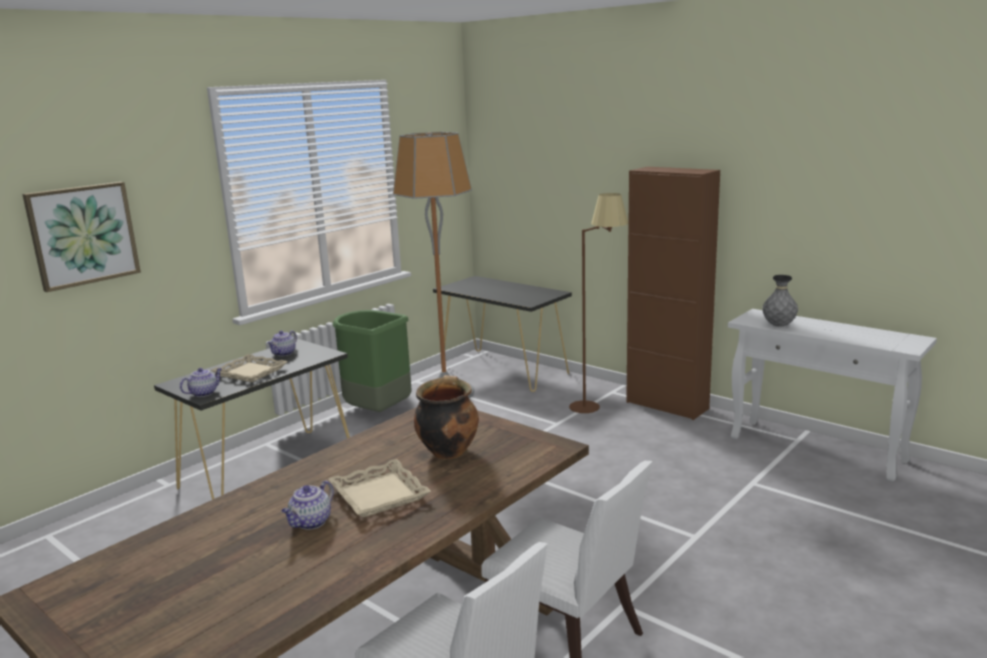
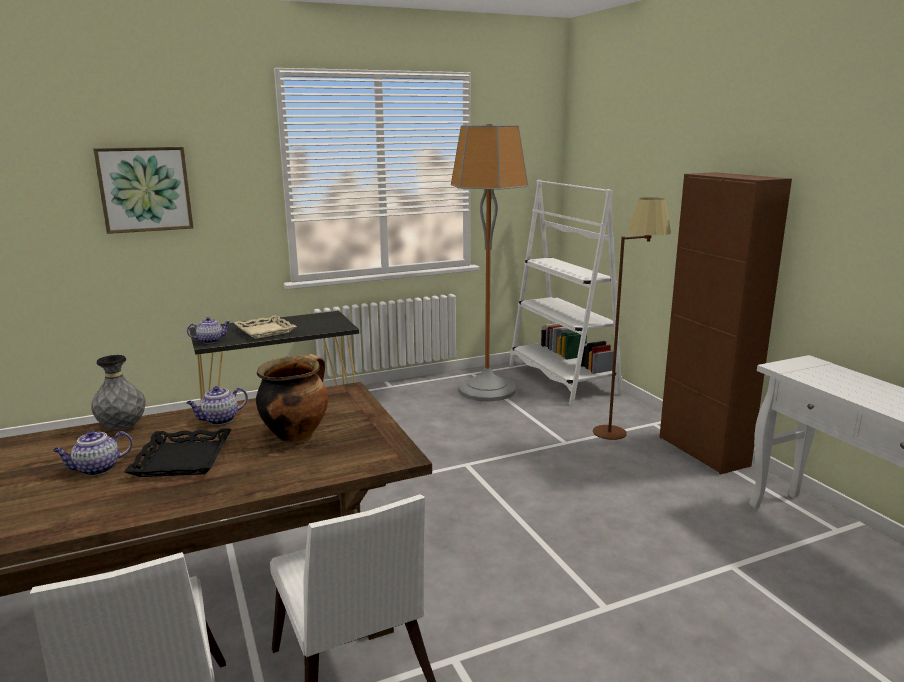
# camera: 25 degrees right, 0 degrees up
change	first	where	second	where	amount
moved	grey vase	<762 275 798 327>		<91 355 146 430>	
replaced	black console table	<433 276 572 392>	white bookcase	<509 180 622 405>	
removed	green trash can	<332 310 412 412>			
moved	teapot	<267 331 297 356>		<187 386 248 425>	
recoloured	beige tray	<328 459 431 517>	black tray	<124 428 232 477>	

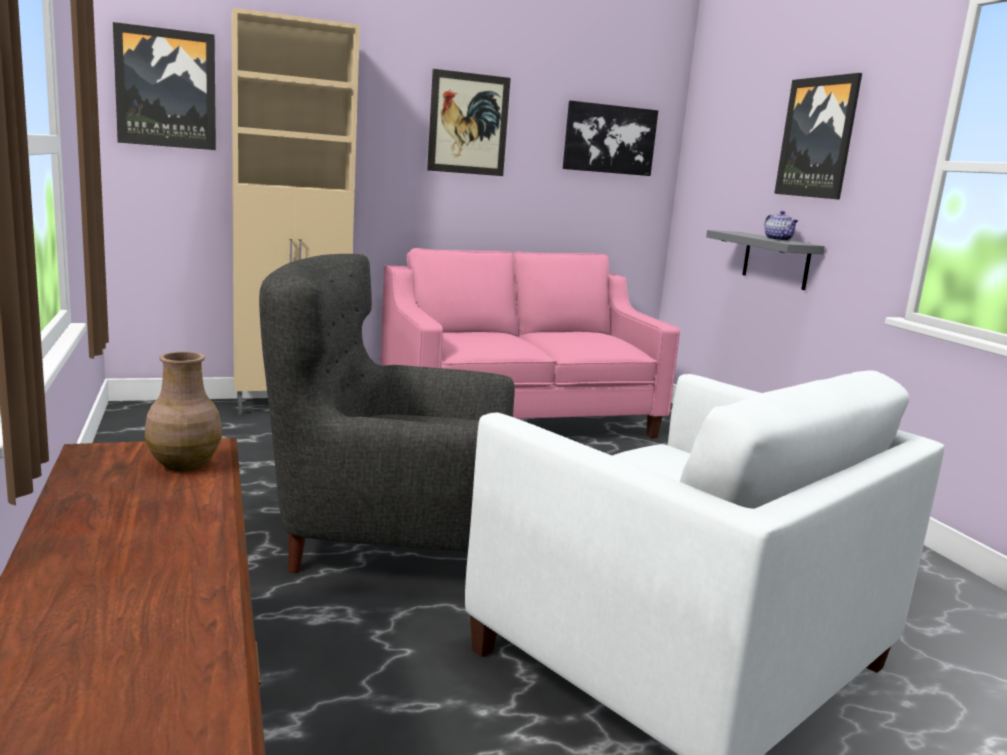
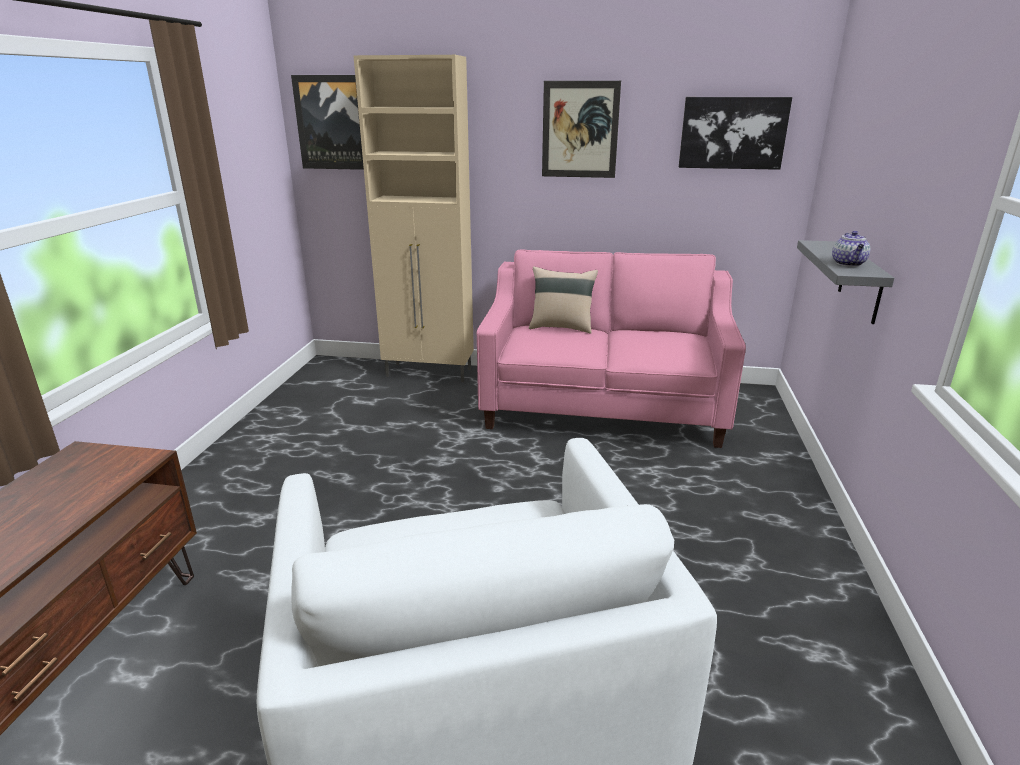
# camera: 30 degrees right, 10 degrees up
change	first	where	second	where	amount
removed	picture	<774 73 862 200>			
removed	grey armchair	<259 254 515 573>			
removed	brown vase	<145 352 222 471>			
added			beige pillow	<529 266 598 334>	

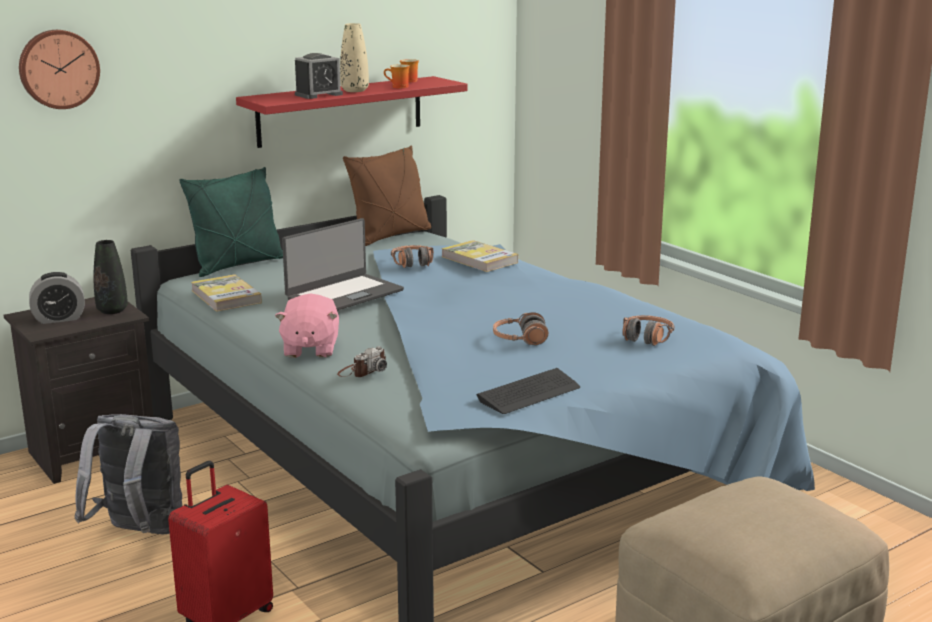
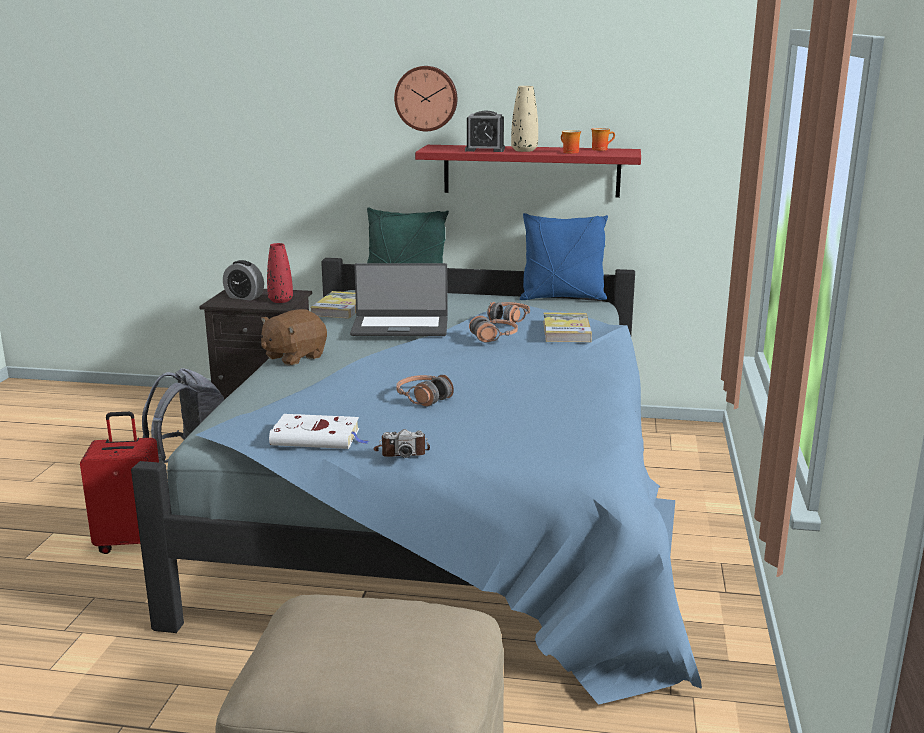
# camera: 45 degrees right, 0 degrees up
change	first	where	second	where	amount
moved	wall clock	<19 30 100 109>		<394 66 457 131>	
recoloured	brown pillow	<343 146 431 246>	blue pillow	<520 213 608 300>	
recoloured	black vase	<94 240 128 314>	red vase	<267 243 293 303>	
recoloured	pink plush toy	<275 293 339 358>	brown plush toy	<261 309 327 366>	
moved	headphones	<622 315 675 346>		<469 315 518 342>	
moved	photo camera	<337 346 387 377>		<374 429 430 458>	
replaced	keyboard	<476 368 580 414>	white book	<269 414 369 449>	

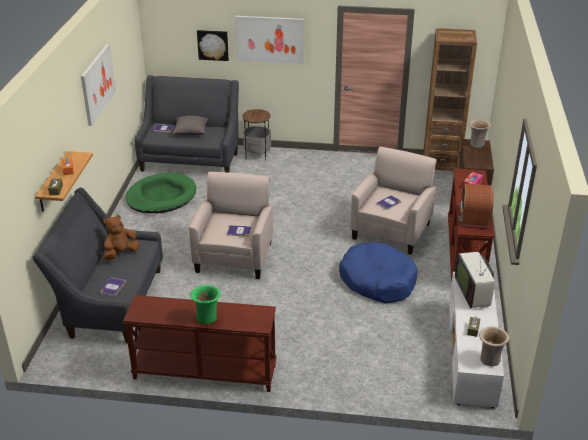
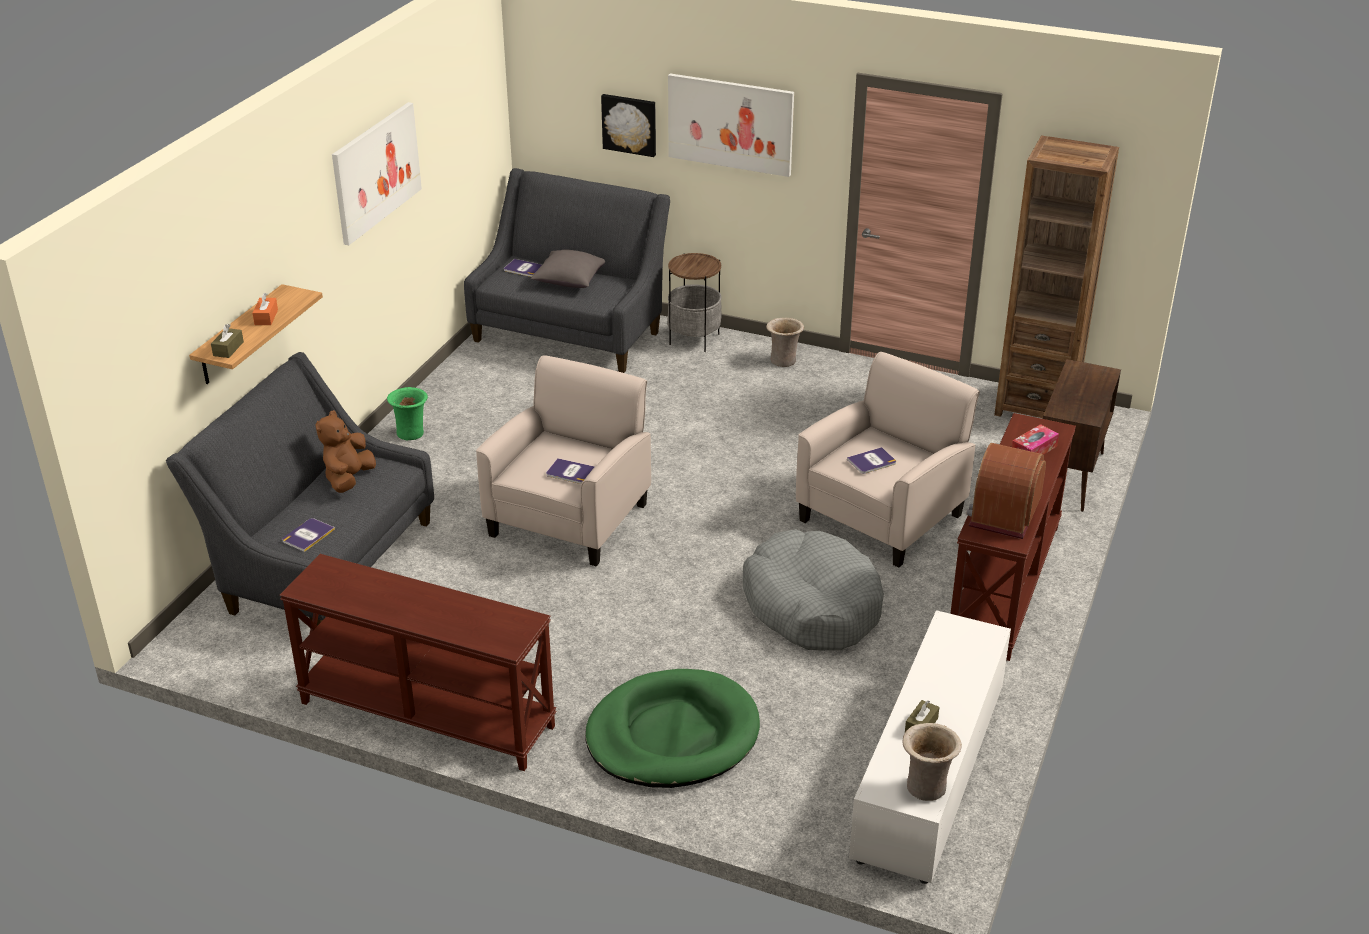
# camera: 15 degrees right, 0 degrees up
change	first	where	second	where	amount
moved	beige vase	<469 120 491 148>		<766 318 804 367>	
moved	green dog bed	<126 173 196 213>		<585 669 760 788>	
turned	brown plush toy	<103 215 139 260>		<316 410 376 493>	45 degrees counterclockwise
recoloured	blue dog bed	<339 242 418 303>	grey dog bed	<743 529 884 651>	
removed	television	<455 245 495 309>			
moved	green vase	<190 285 220 325>		<387 387 428 440>	

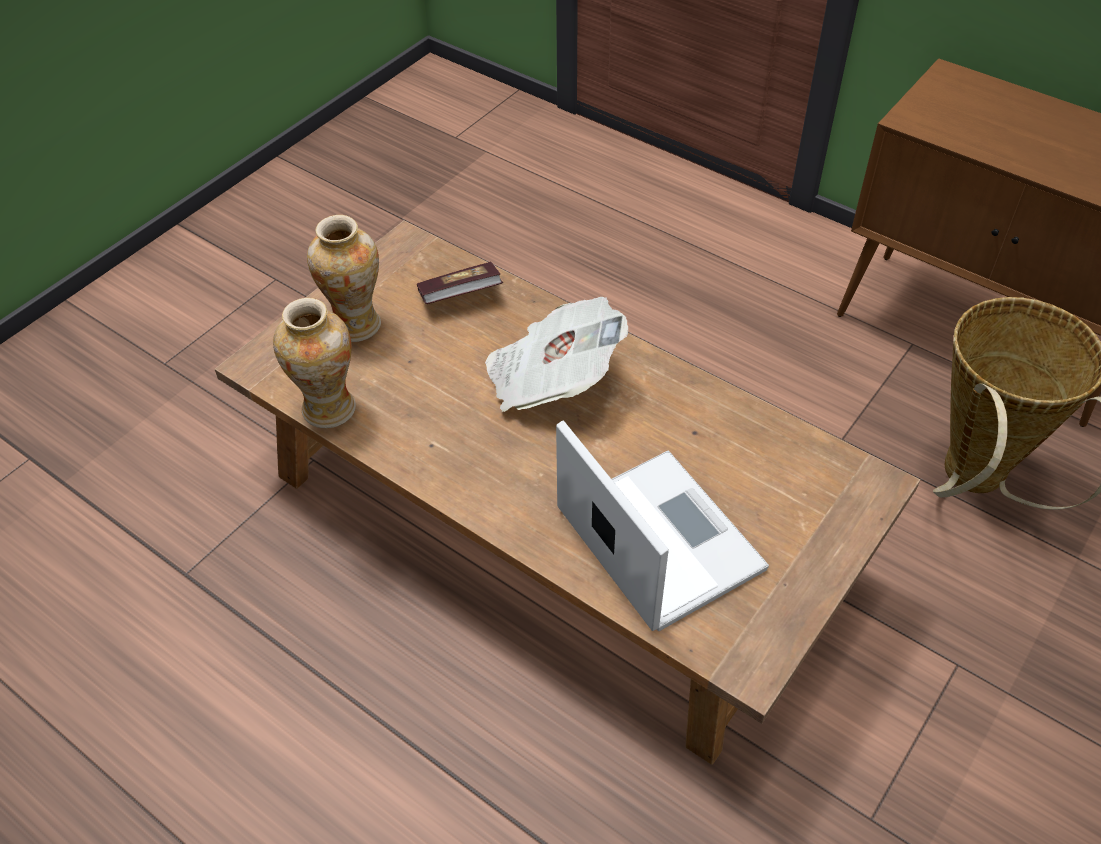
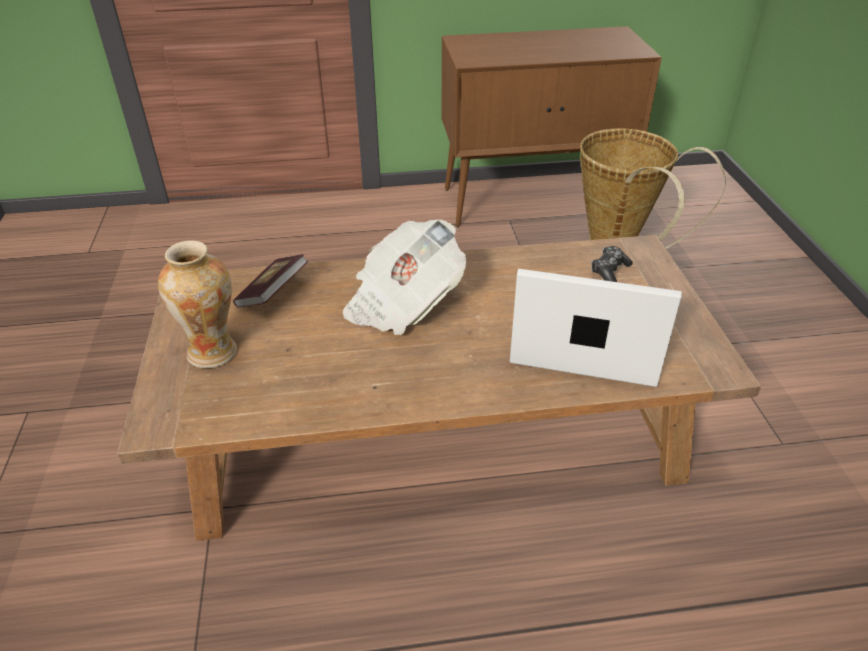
# camera: 45 degrees left, 10 degrees down
change	first	where	second	where	amount
removed	vase	<273 298 356 428>			
added			game controller	<591 246 633 282>	

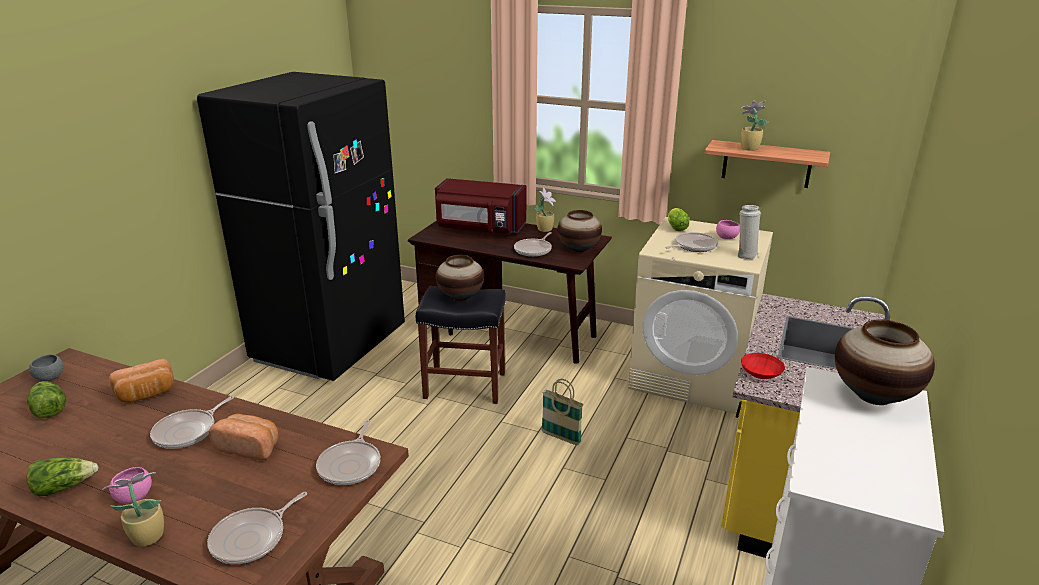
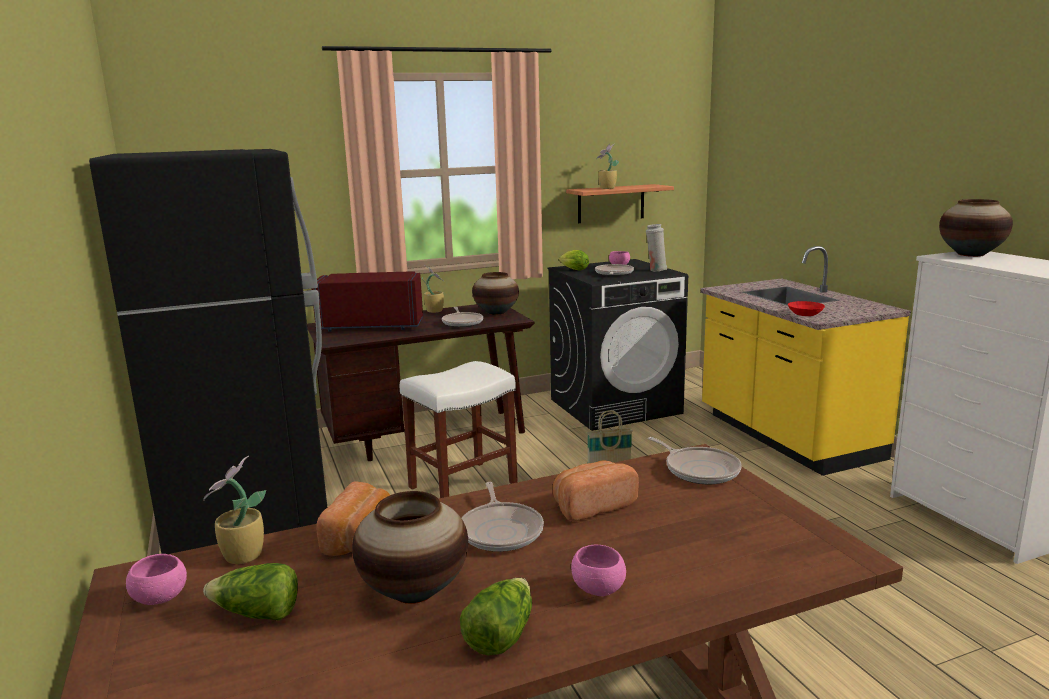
# camera: 45 degrees left, 10 degrees down
change	first	where	second	where	amount
turned	red microwave	<435 178 526 234>		<312 271 423 332>	150 degrees counterclockwise
recoloured	beige washing machine	<628 217 773 414>	black washing machine	<548 259 688 431>	
moved	vase	<436 255 484 301>		<352 491 468 604>	
recoloured	black stool	<416 286 506 404>	white stool	<400 361 518 498>	
recoloured	grey bowl	<29 354 63 381>	pink bowl	<126 554 187 605>	
moved	potted plant	<102 472 164 547>		<203 456 266 564>	
removed	frying pan	<207 492 307 564>			

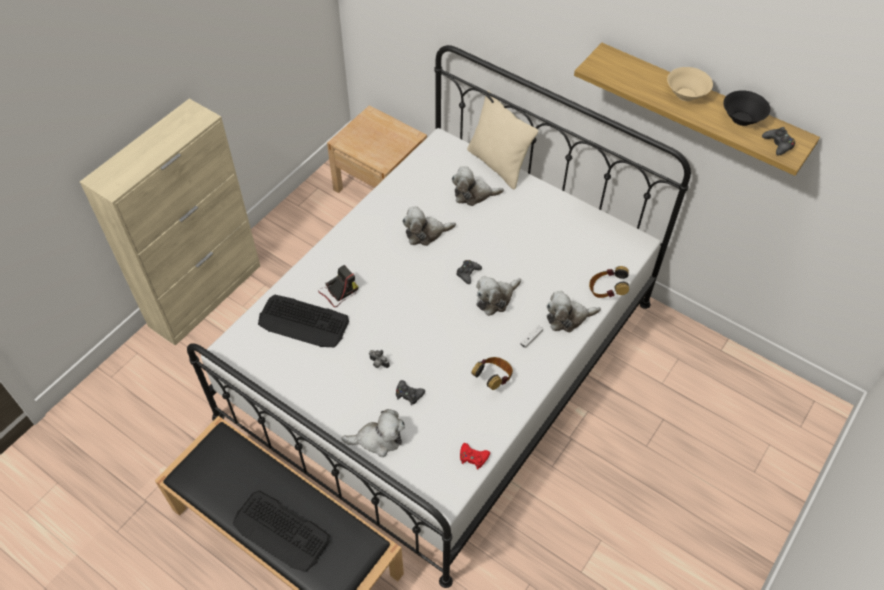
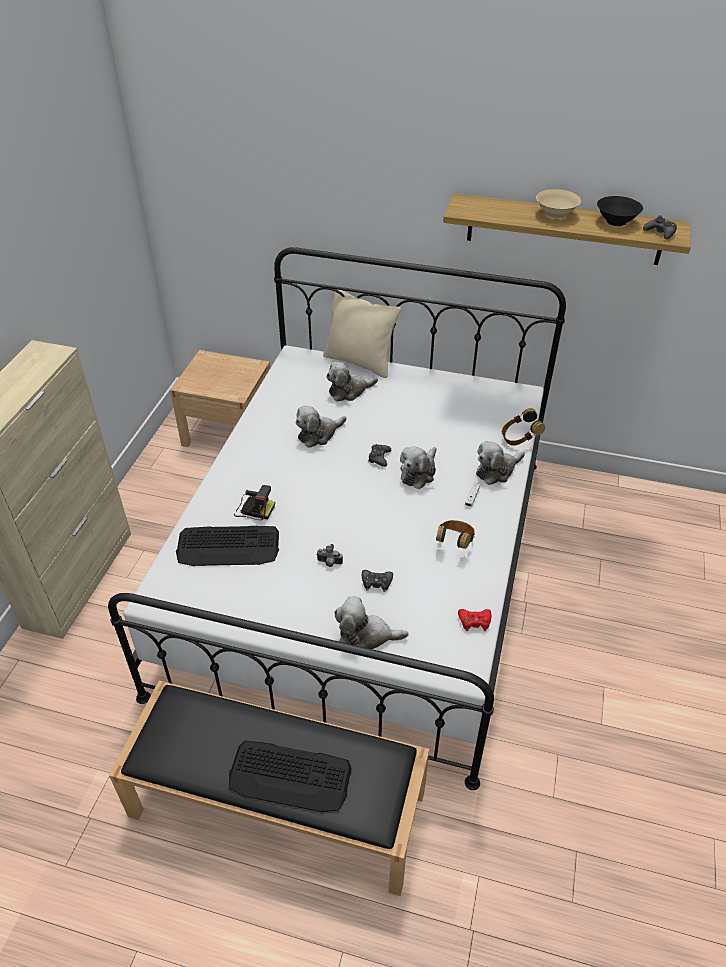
# camera: 20 degrees left, 10 degrees down
change	first	where	second	where	amount
turned	photo camera	<318 265 358 307>		<234 485 275 520>	75 degrees clockwise
turned	plush toy	<342 409 405 457>		<334 597 408 649>	150 degrees counterclockwise

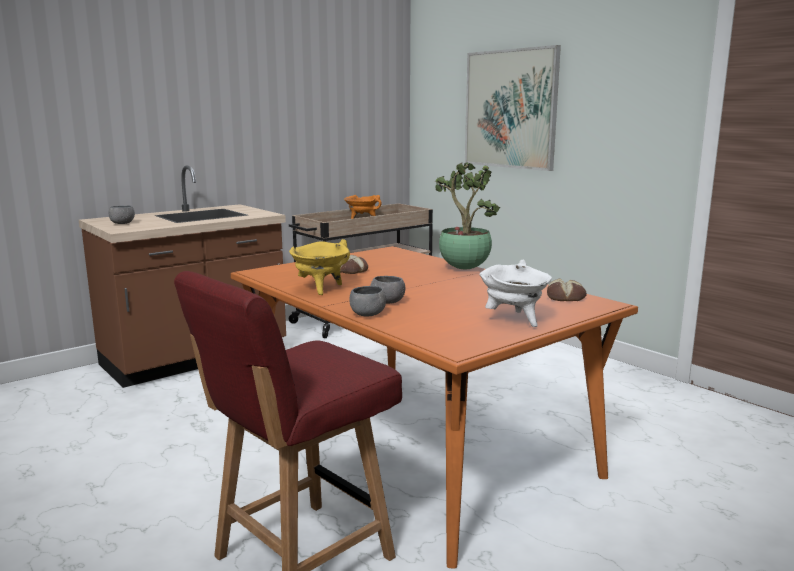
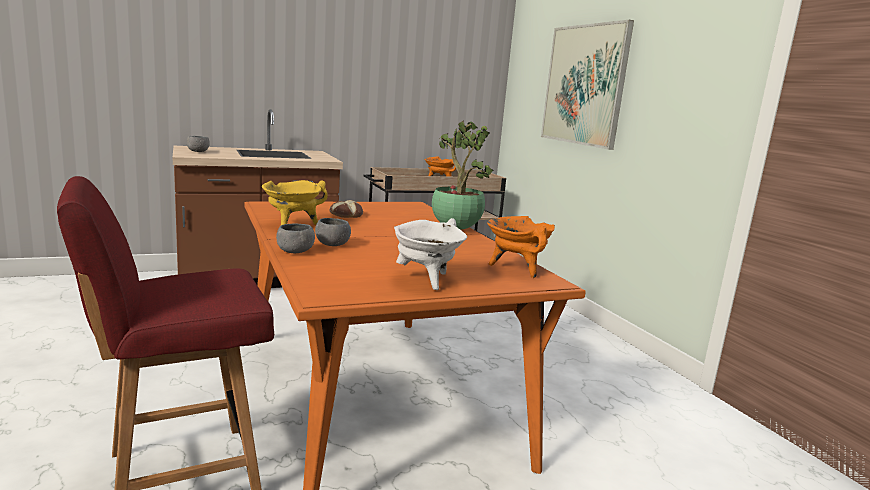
# camera: 15 degrees right, 0 degrees up
change	first	where	second	where	amount
replaced	bread	<547 278 587 301>	orange cooking pot	<487 216 555 278>	

